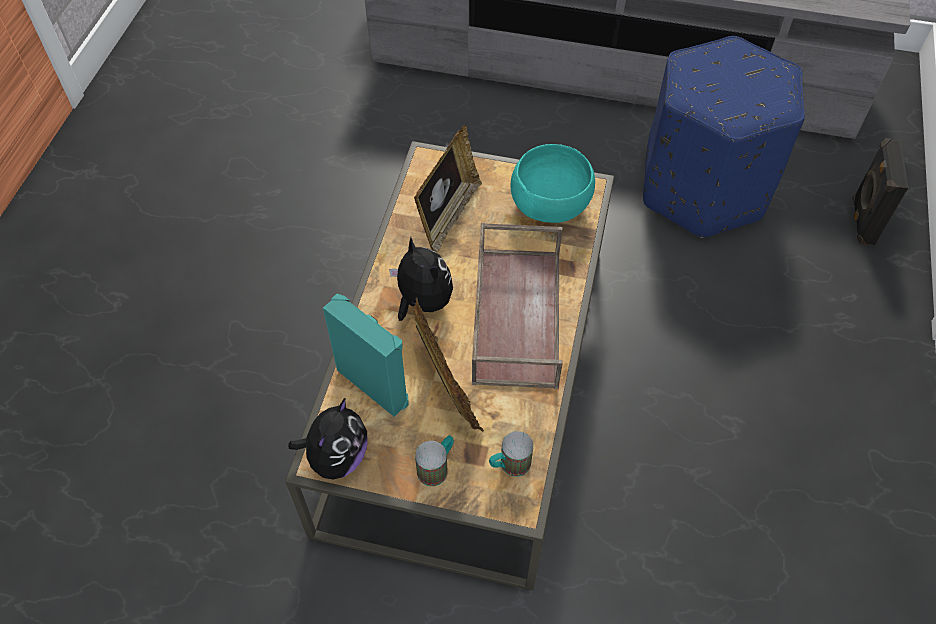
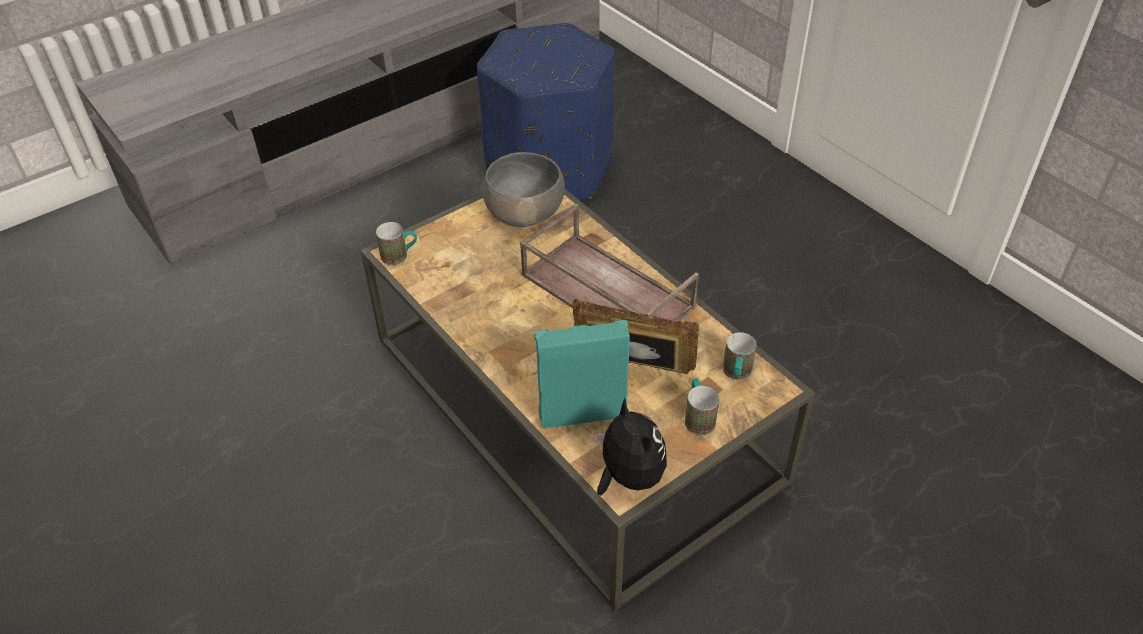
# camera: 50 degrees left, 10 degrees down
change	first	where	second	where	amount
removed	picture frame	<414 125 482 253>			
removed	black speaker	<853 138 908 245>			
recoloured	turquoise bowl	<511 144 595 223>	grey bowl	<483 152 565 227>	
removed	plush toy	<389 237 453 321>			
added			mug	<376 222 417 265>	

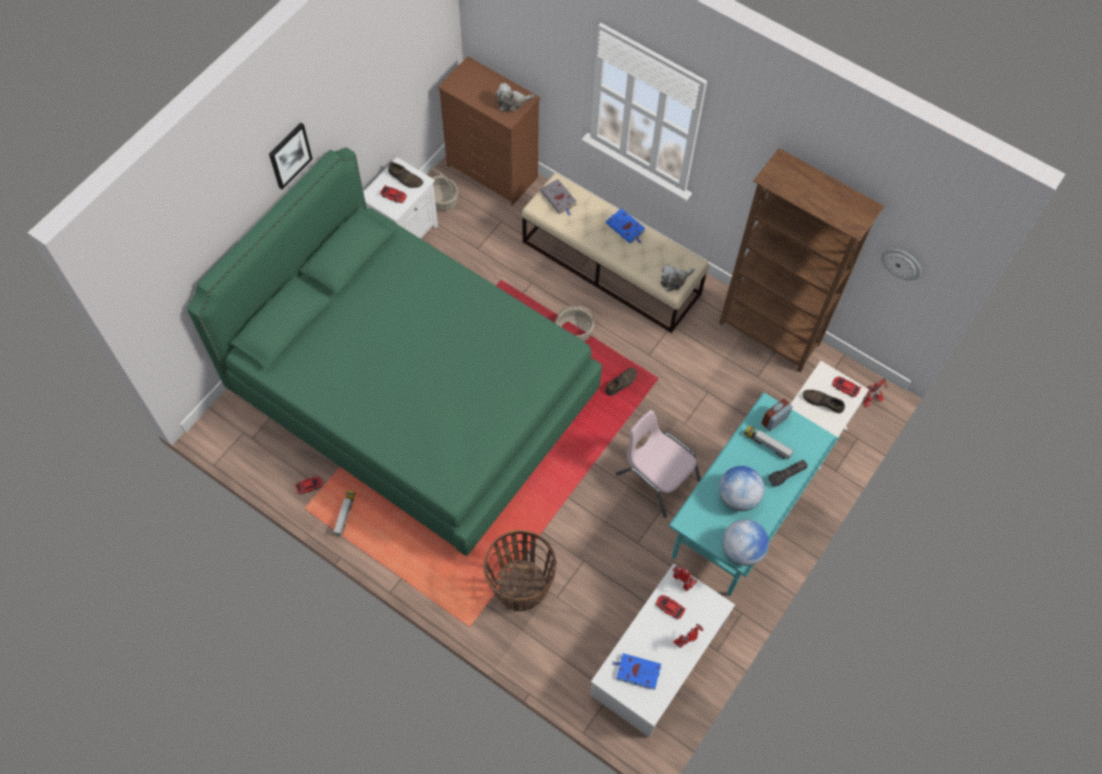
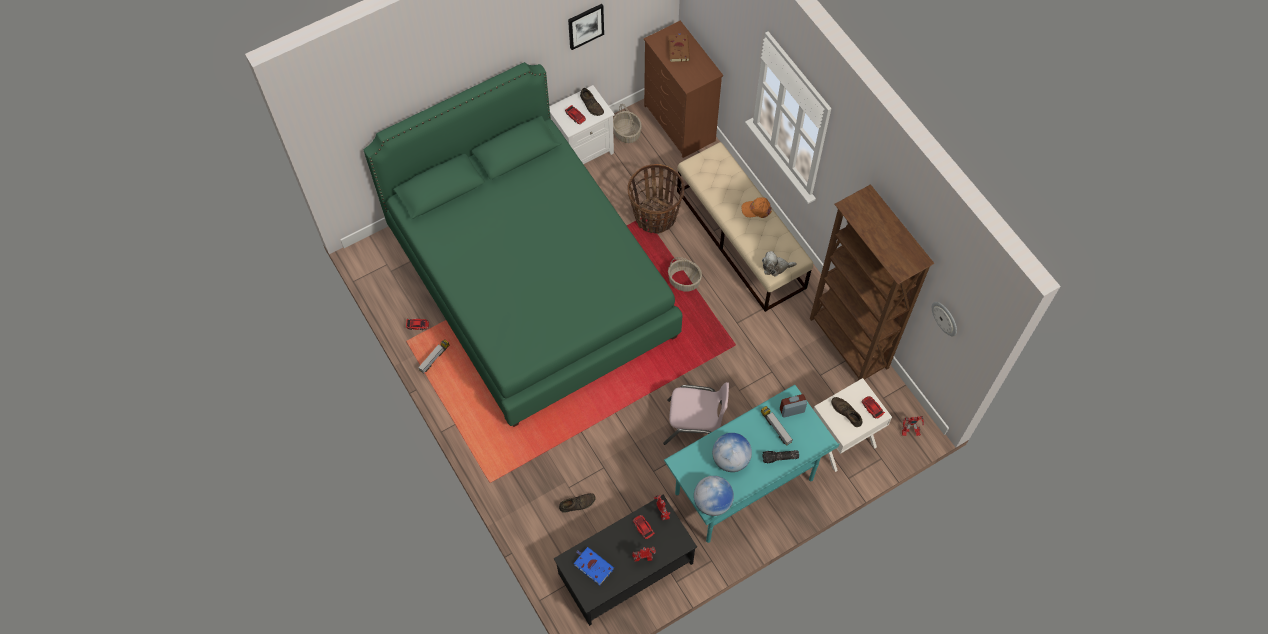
# camera: 25 degrees right, 0 degrees up
change	first	where	second	where	amount
removed	plush toy	<495 83 535 112>			
moved	picture	<269 123 313 189>		<568 4 604 50>	
removed	grey book	<540 179 577 215>			
replaced	blue book	<606 208 645 244>	orange cap	<742 198 772 218>	
moved	brown shoe	<605 367 637 396>		<559 493 596 513>	
turned	pink chair	<616 410 701 518>		<663 382 729 445>	120 degrees clockwise
moved	basket	<484 530 557 611>		<627 164 684 234>	
recoloured	white coffee table	<590 563 735 737>	black coffee table	<554 495 697 626>	
added			brown book	<669 33 690 62>	

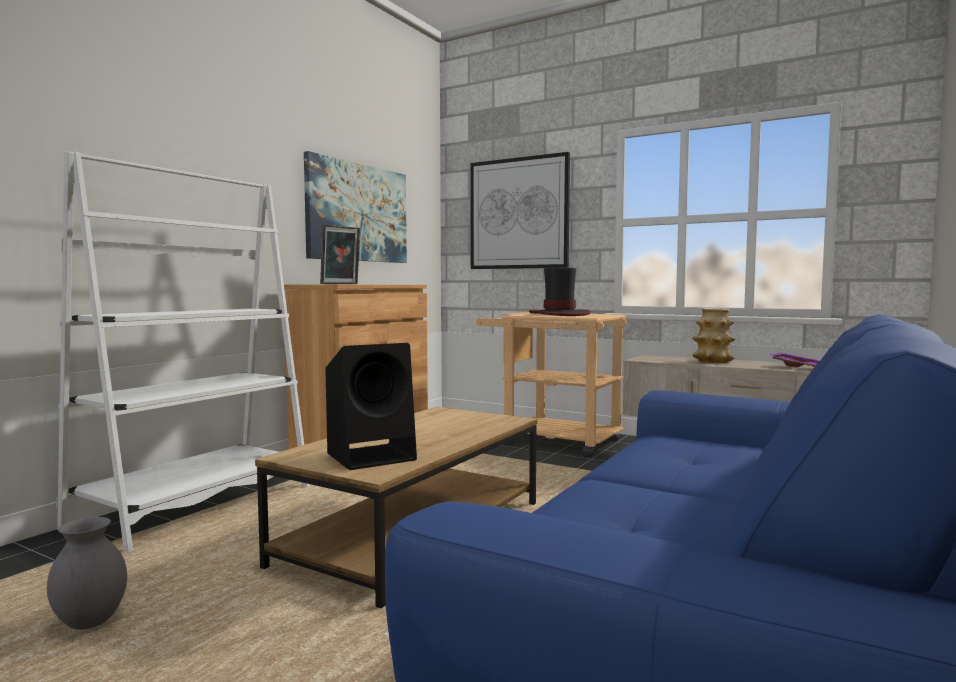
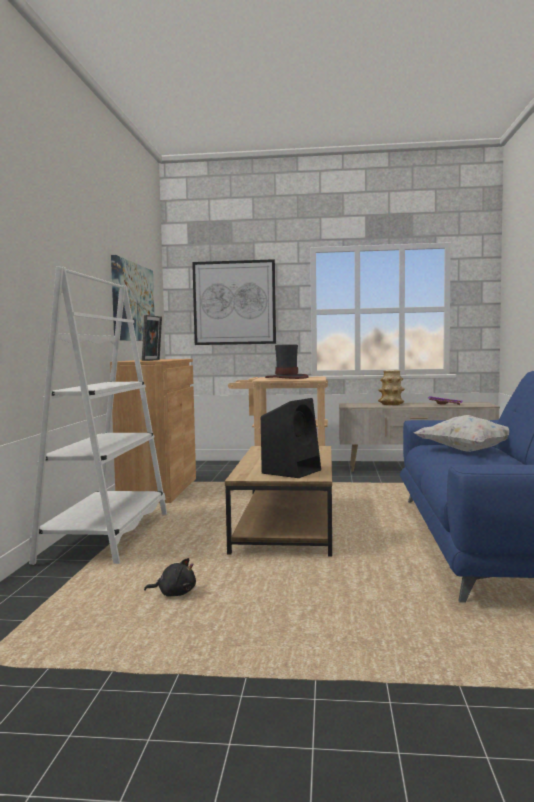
# camera: 25 degrees left, 0 degrees up
change	first	where	second	where	amount
replaced	grey vase	<47 517 127 630>	black plush toy	<144 558 196 596>	
added			white pillow	<414 415 509 452>	

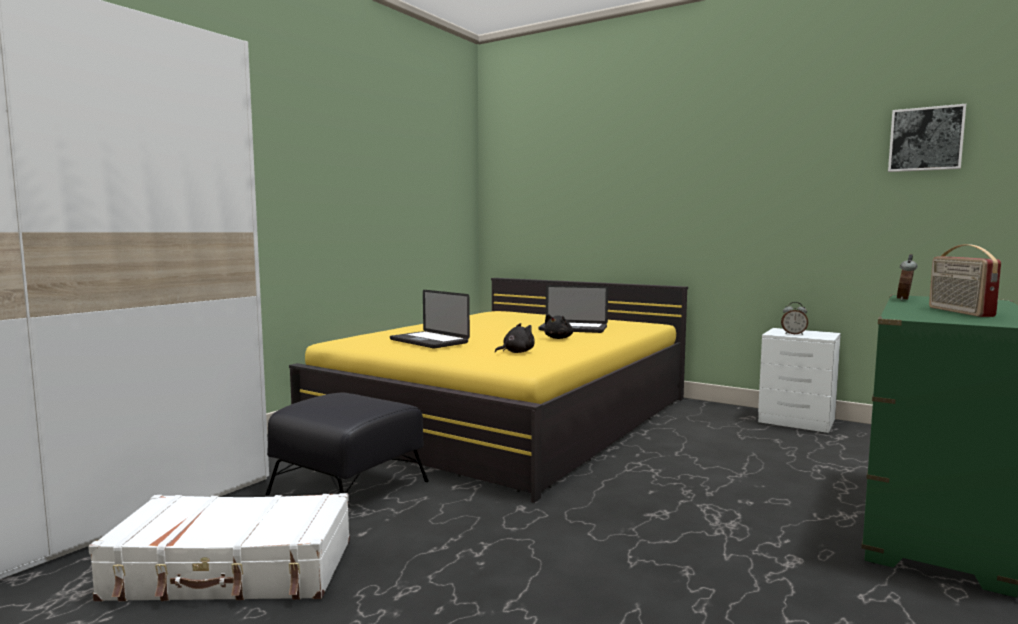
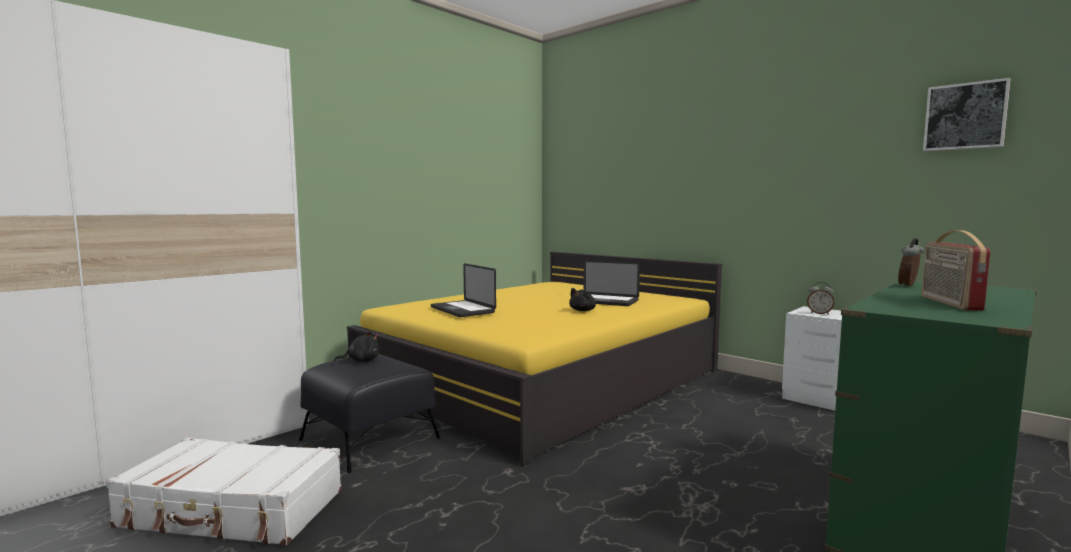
# camera: 10 degrees right, 0 degrees up
change	first	where	second	where	amount
moved	black plush toy	<495 323 535 353>		<334 331 380 362>	

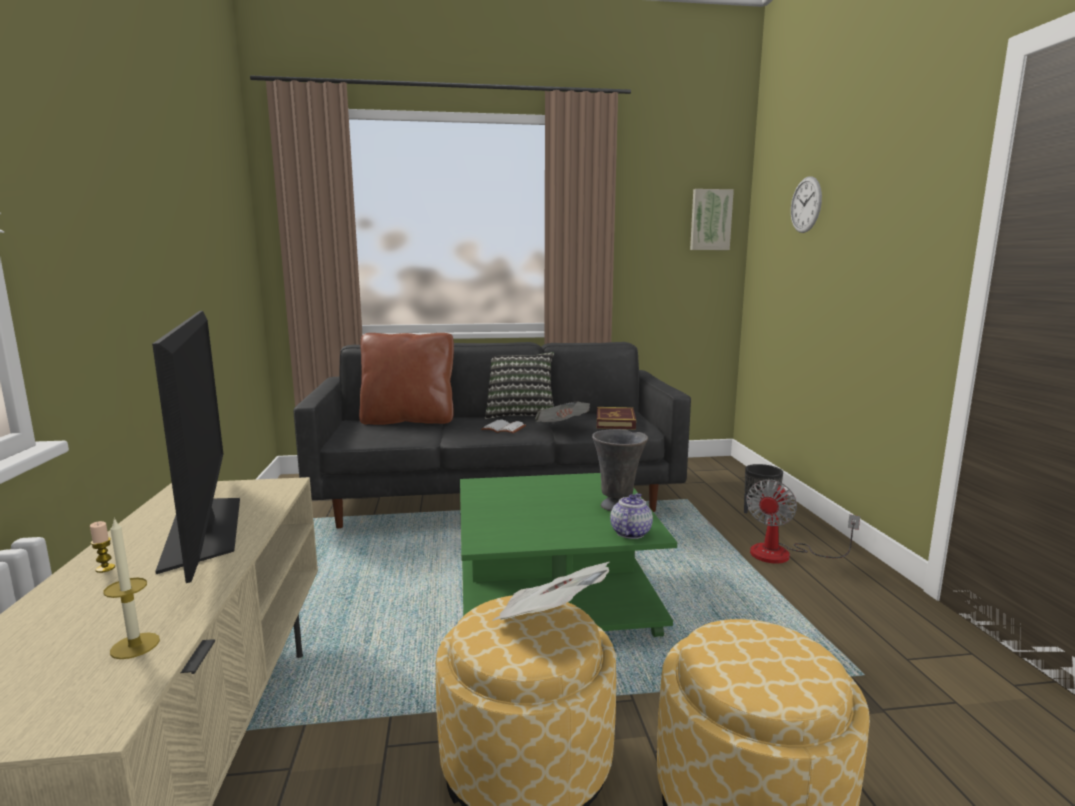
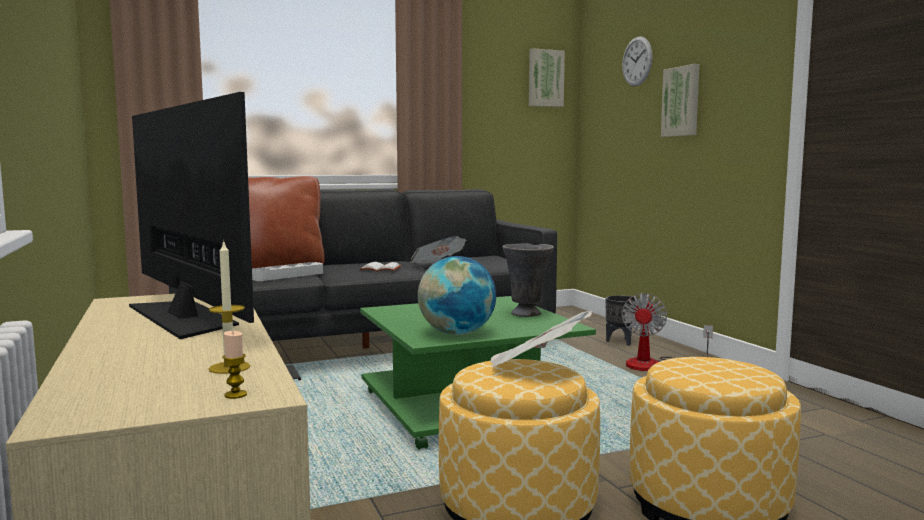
# camera: 15 degrees left, 5 degrees down
change	first	where	second	where	amount
removed	pillow	<485 352 554 419>			
removed	book	<597 407 636 429>			
removed	teapot	<610 493 653 539>			
moved	candle	<90 521 115 573>		<222 331 247 399>	
added			picture	<661 64 699 137>	
added			globe	<418 256 496 335>	
added			grey tray	<252 262 323 281>	

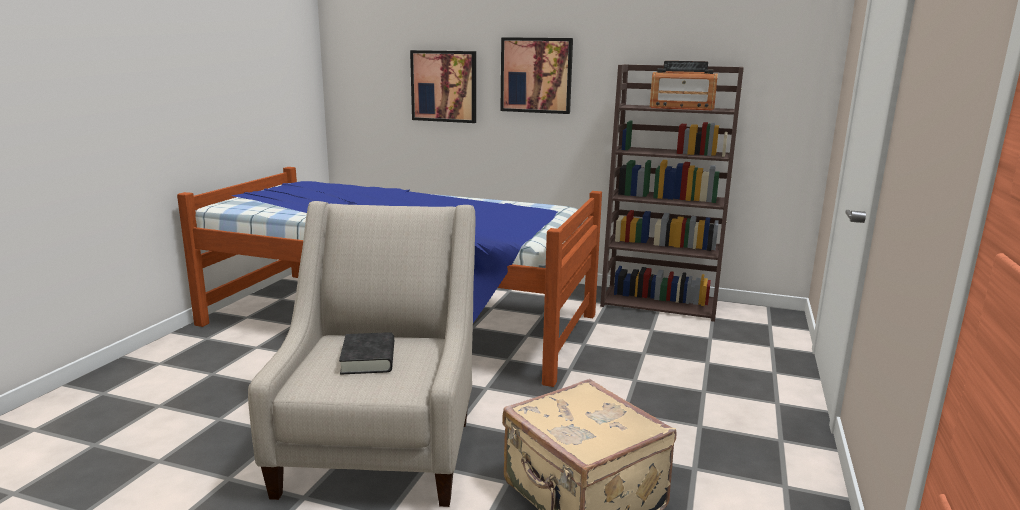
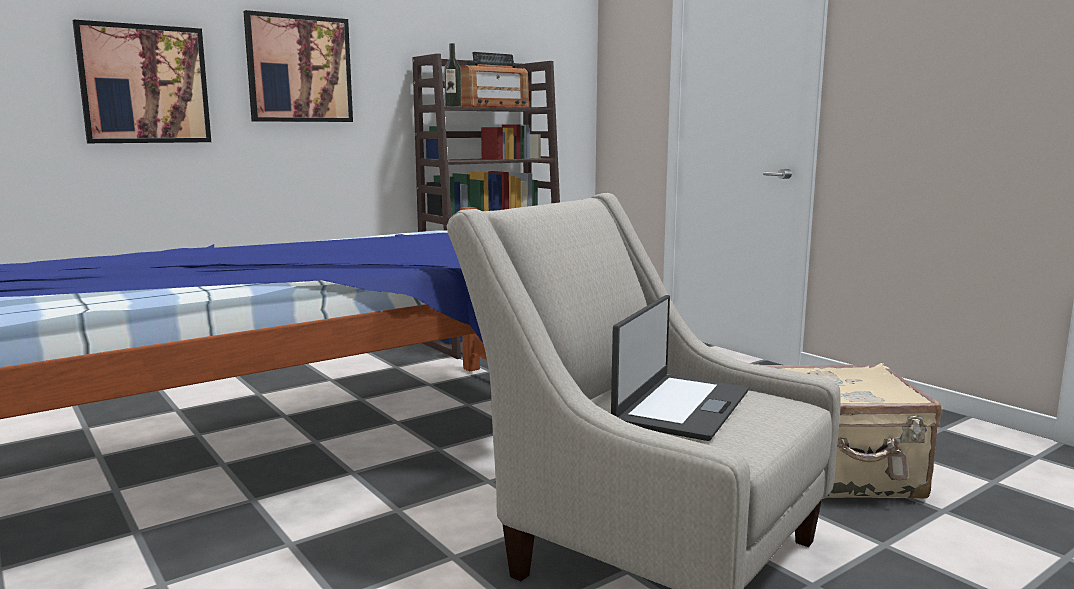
# camera: 55 degrees left, 5 degrees down
change	first	where	second	where	amount
replaced	black book	<339 332 394 375>	laptop	<611 295 749 441>	
added			bottle	<444 43 462 107>	

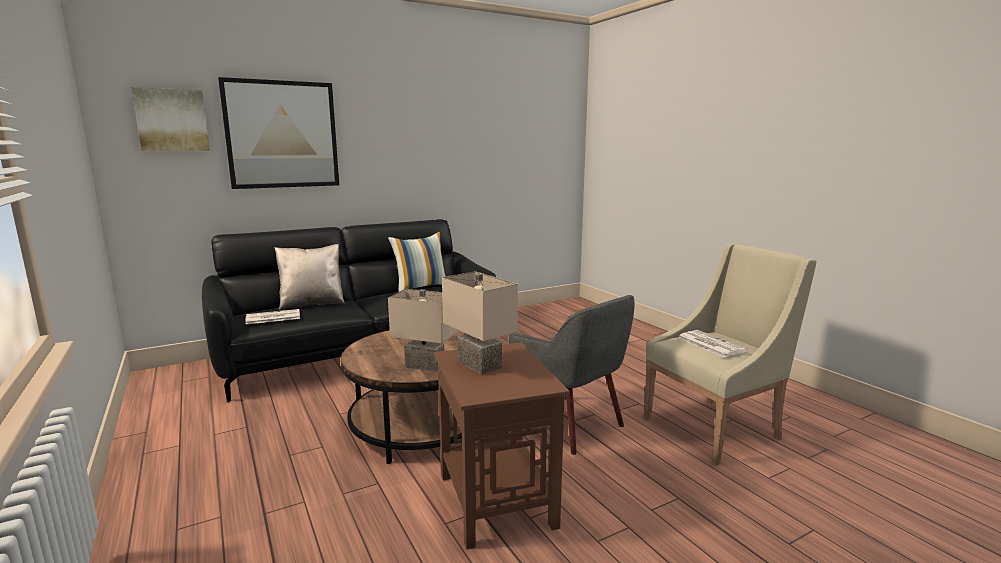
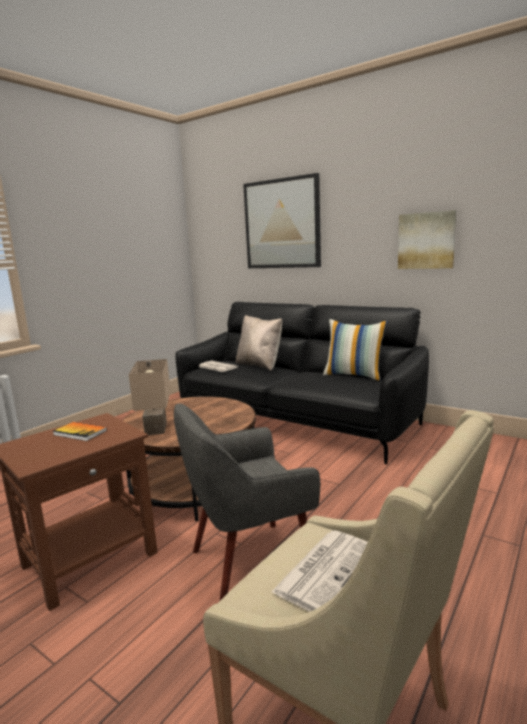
# camera: 65 degrees right, 0 degrees up
change	first	where	second	where	amount
moved	picture	<131 87 210 151>		<398 210 456 269>	
replaced	beige table lamp	<442 271 518 375>	book	<53 422 107 441>	
turned	grey armchair	<509 295 635 455>		<174 403 321 600>	45 degrees clockwise

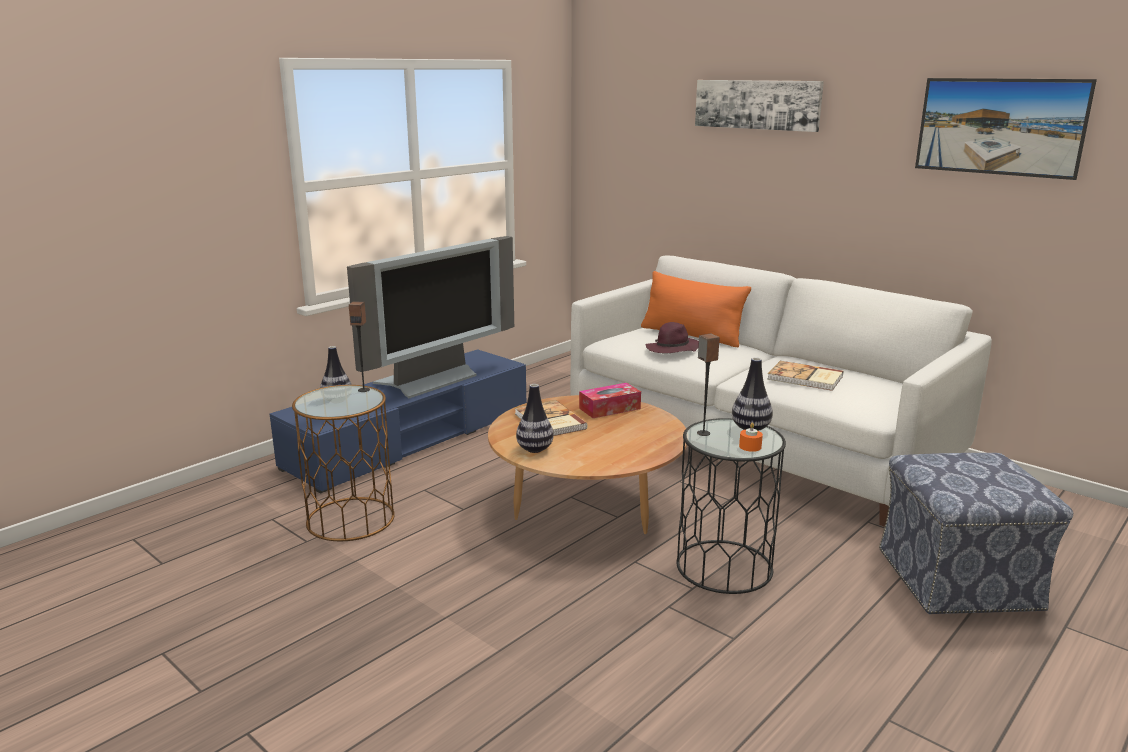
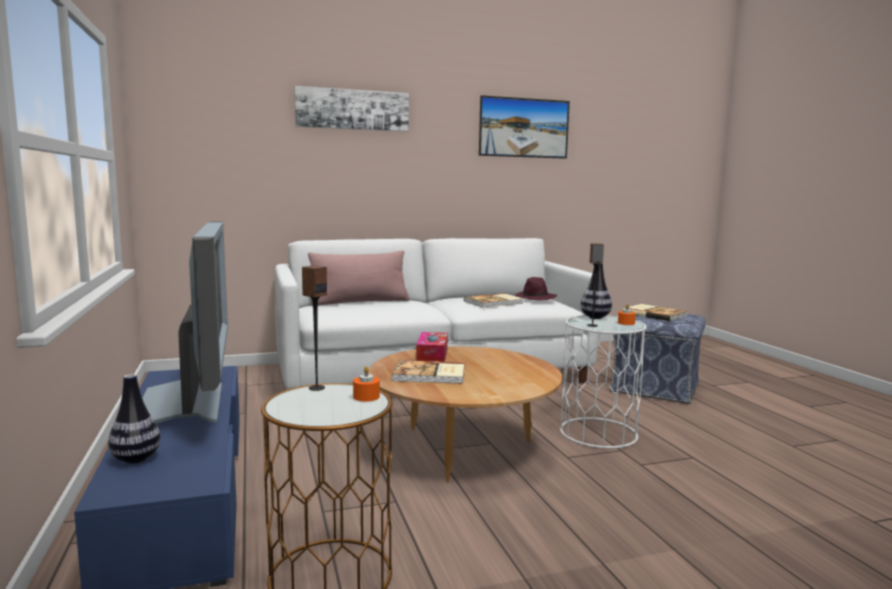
# camera: 60 degrees left, 10 degrees down
change	first	where	second	where	amount
recoloured	orange pillow	<641 271 751 348>	pink pillow	<308 250 409 306>	
moved	purple hat	<646 322 699 353>		<515 277 557 301>	
removed	vase	<516 384 554 453>			
recoloured	black side table	<676 418 786 594>	white side table	<560 315 647 449>	
added			book	<623 304 688 321>	
added			orange candle	<353 366 380 401>	

